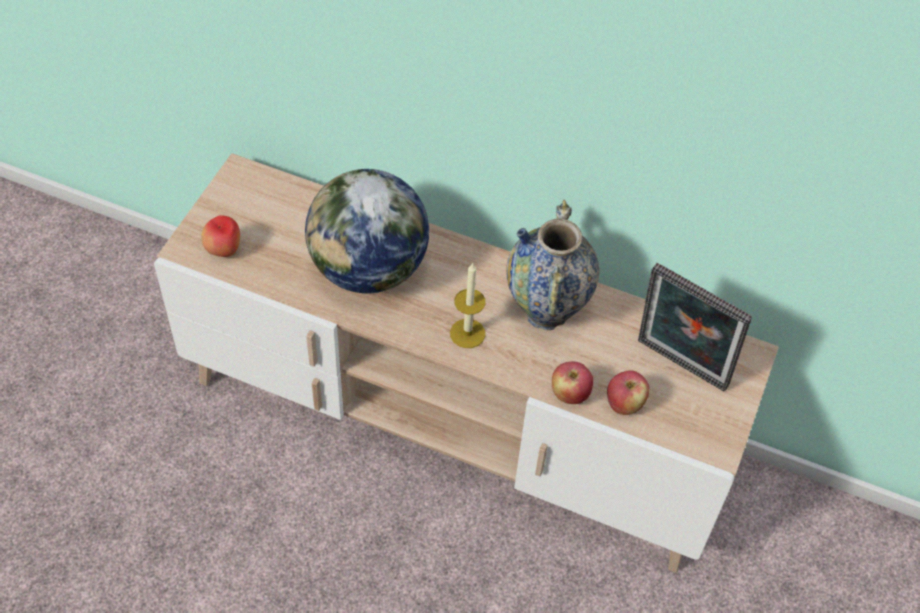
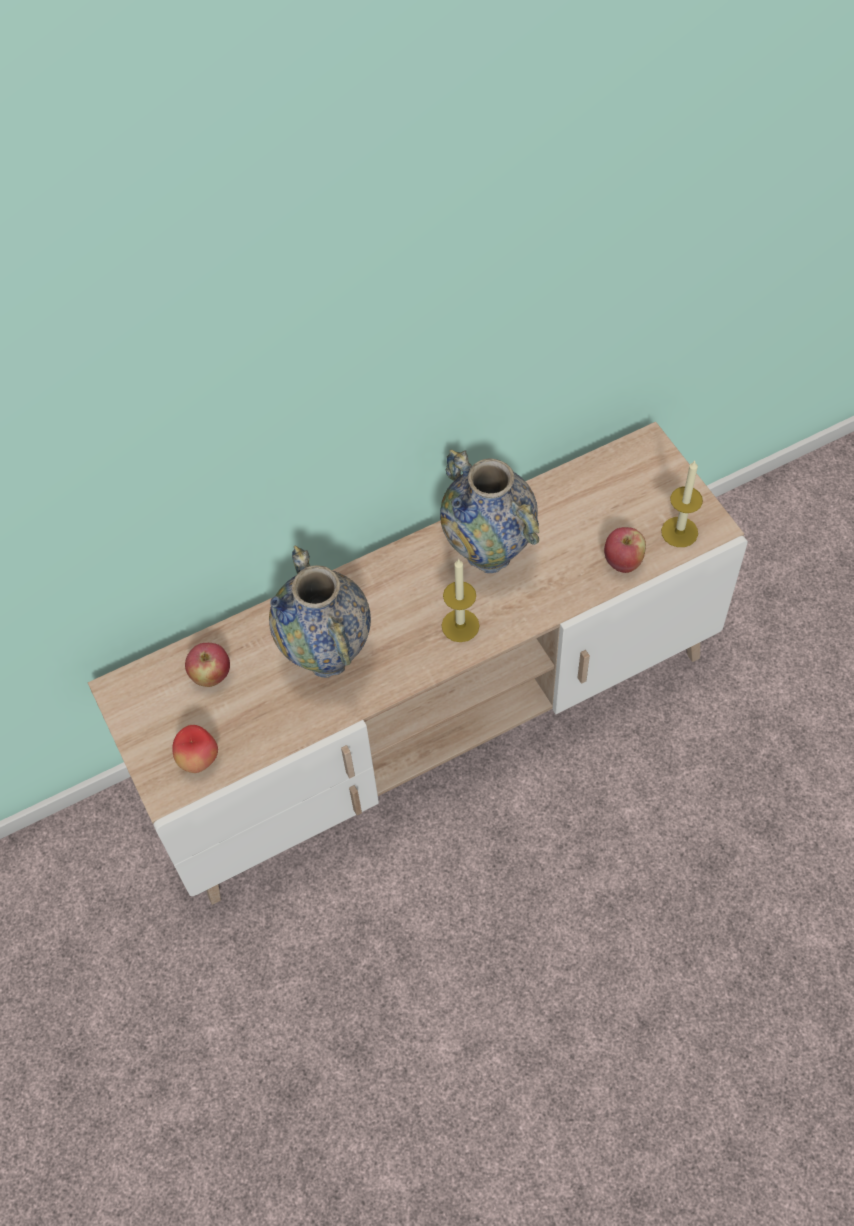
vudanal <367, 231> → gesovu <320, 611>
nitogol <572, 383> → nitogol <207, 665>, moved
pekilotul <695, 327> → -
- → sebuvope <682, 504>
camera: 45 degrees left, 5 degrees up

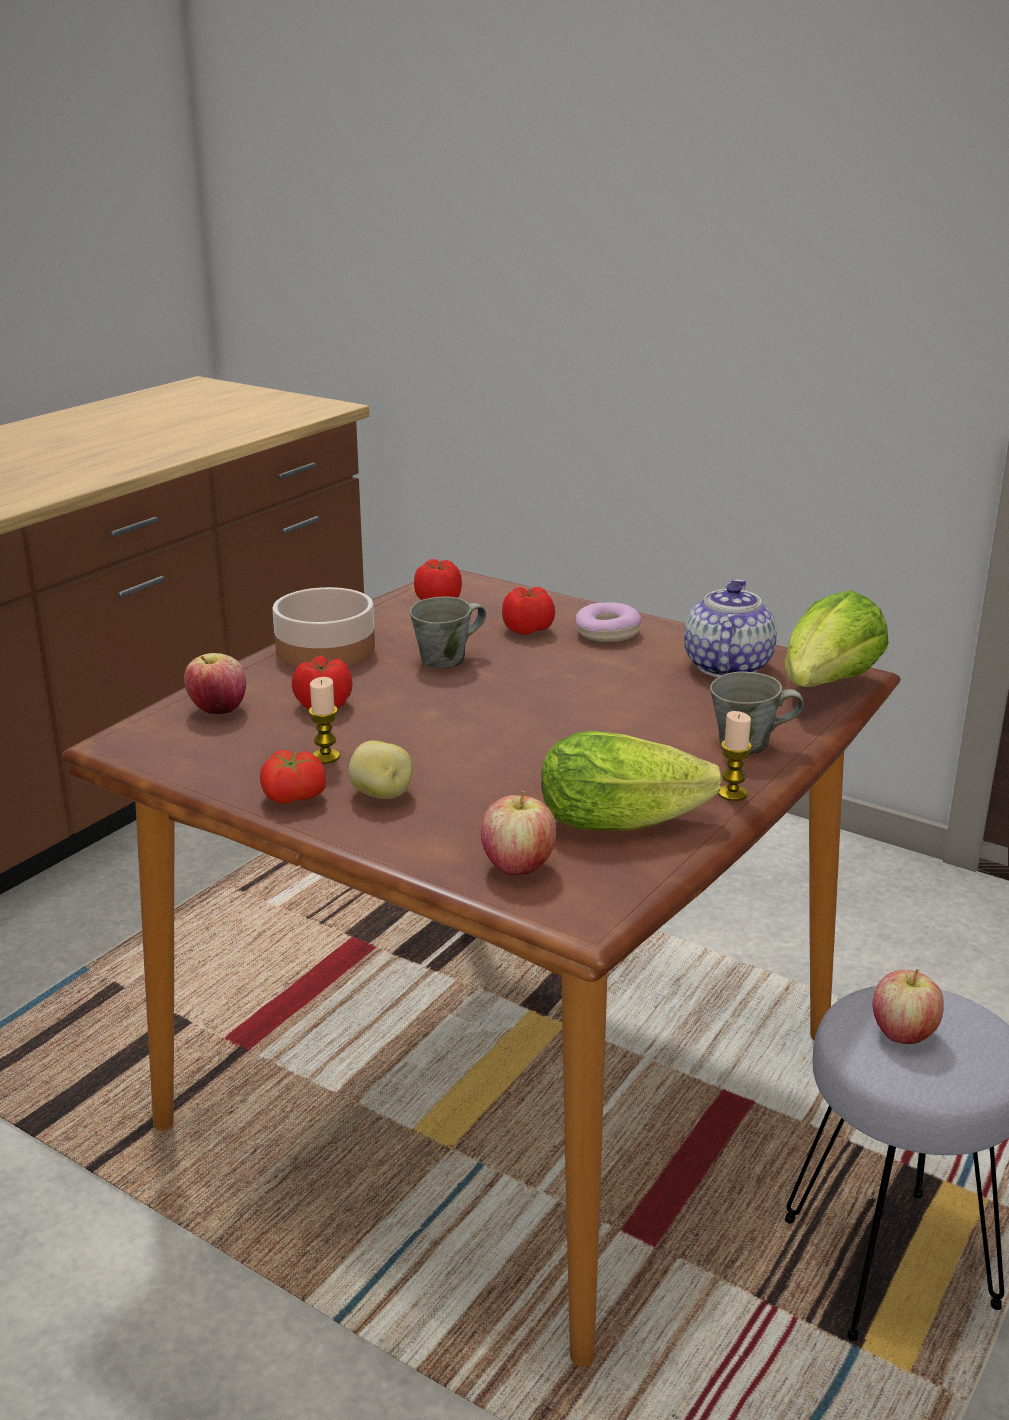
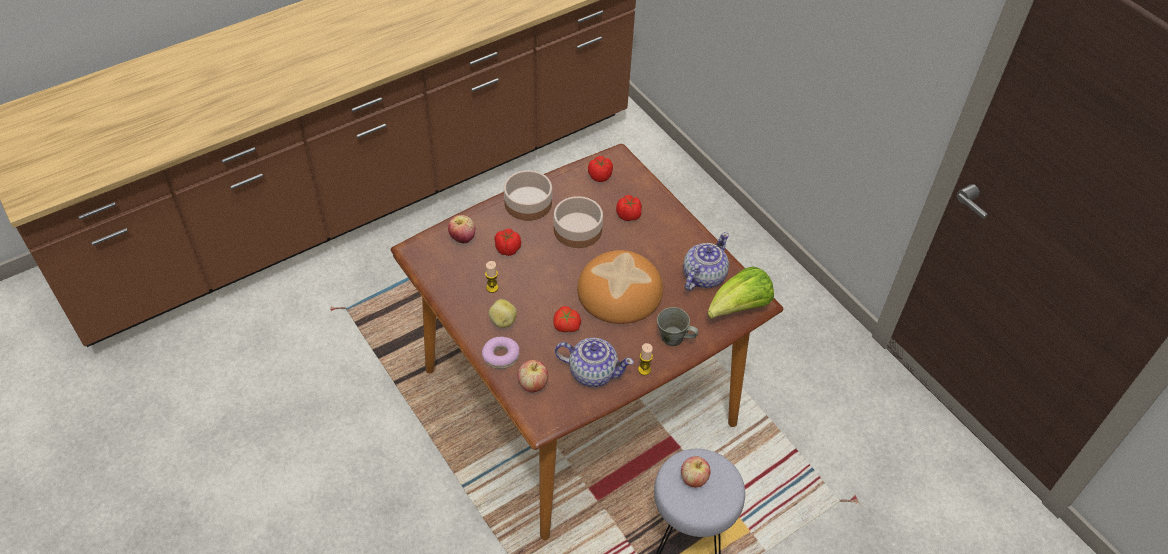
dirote <293, 777> → dirote <567, 319>, moved
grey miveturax <448, 632> → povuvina <578, 222>
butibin <631, 781> → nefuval <594, 362>
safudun <608, 622> → safudun <500, 353>, moved
- → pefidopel <620, 287>
camera: 20 degrees right, 25 degrees up

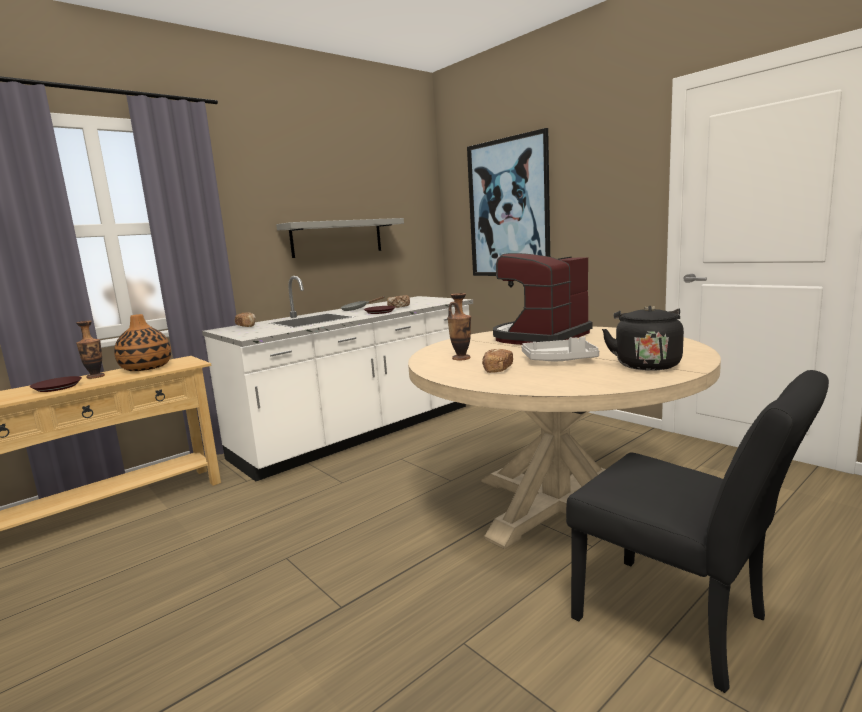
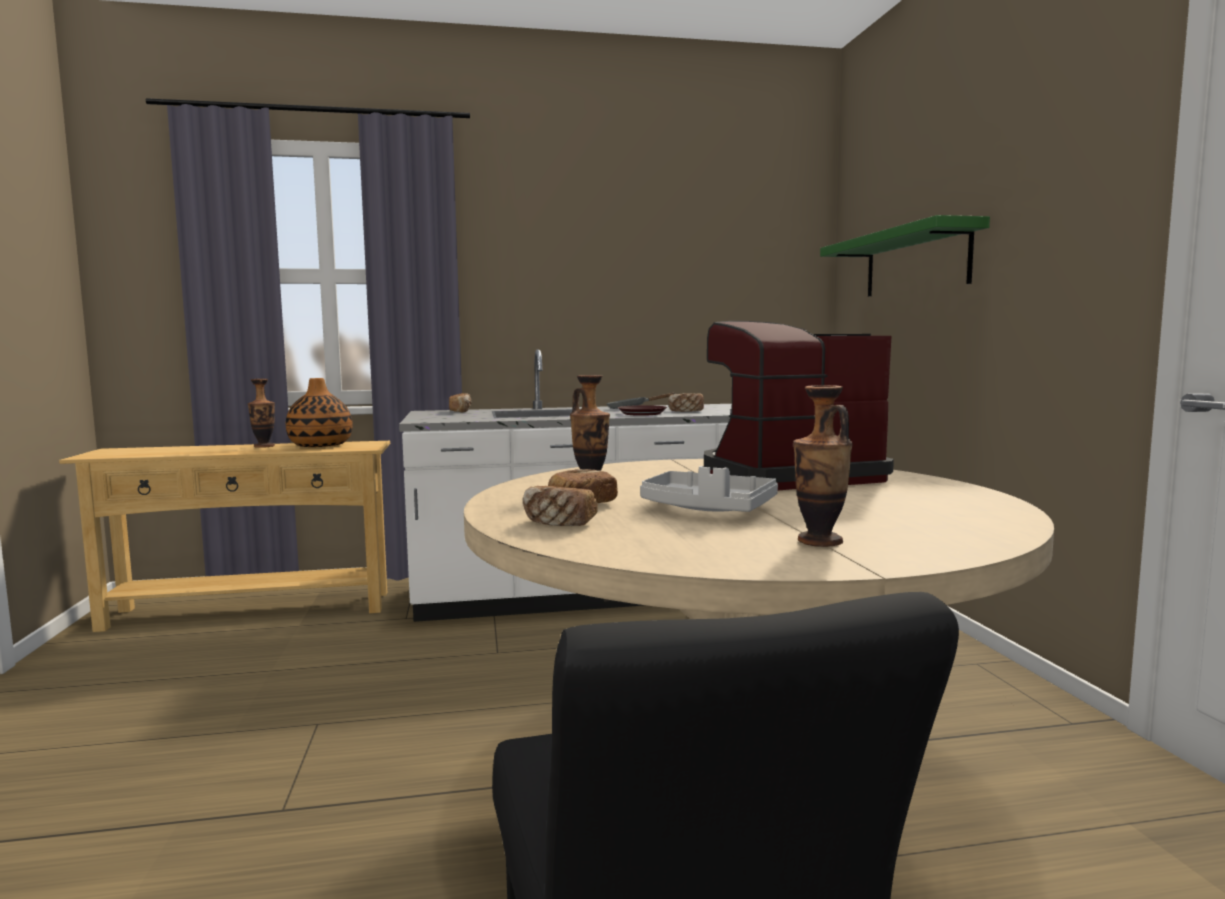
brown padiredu <56, 384> → -
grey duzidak <340, 238> → -
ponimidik <508, 202> → green duzidak <905, 256>
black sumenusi <643, 338> → gesovu <823, 466>
- → pefidopel <560, 506>
camera: 30 degrees right, 5 degrees down

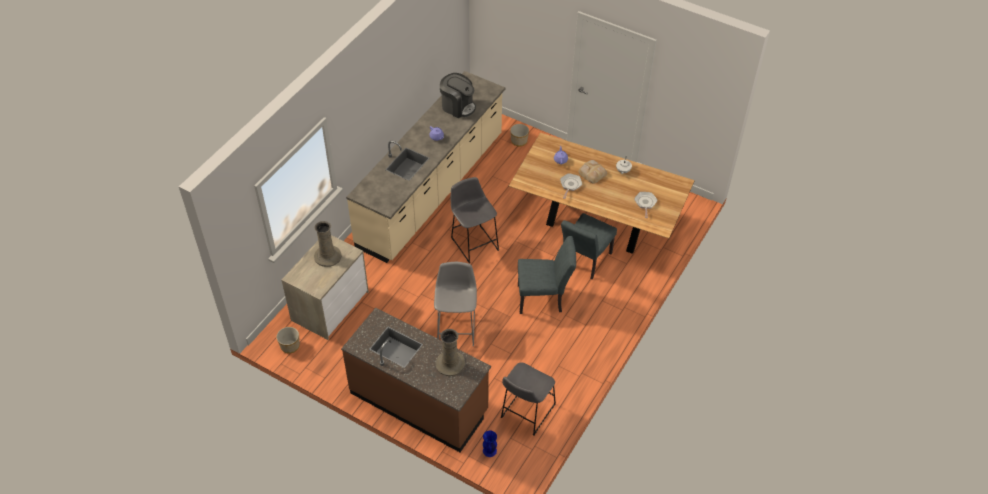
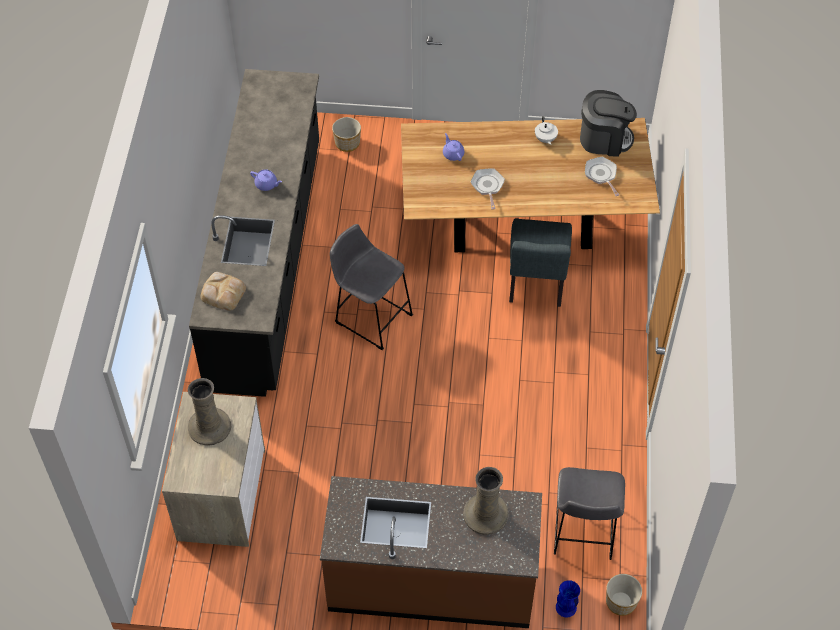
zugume <288, 340> → zugume <624, 595>, moved
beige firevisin <425, 167> → black firevisin <254, 233>
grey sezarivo <455, 304> → -
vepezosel <458, 95> → vepezosel <608, 123>, moved
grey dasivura <547, 275> → -
pefidopel <592, 172> → pefidopel <223, 291>, moved
camera: 25 degrees left, 5 degrees up

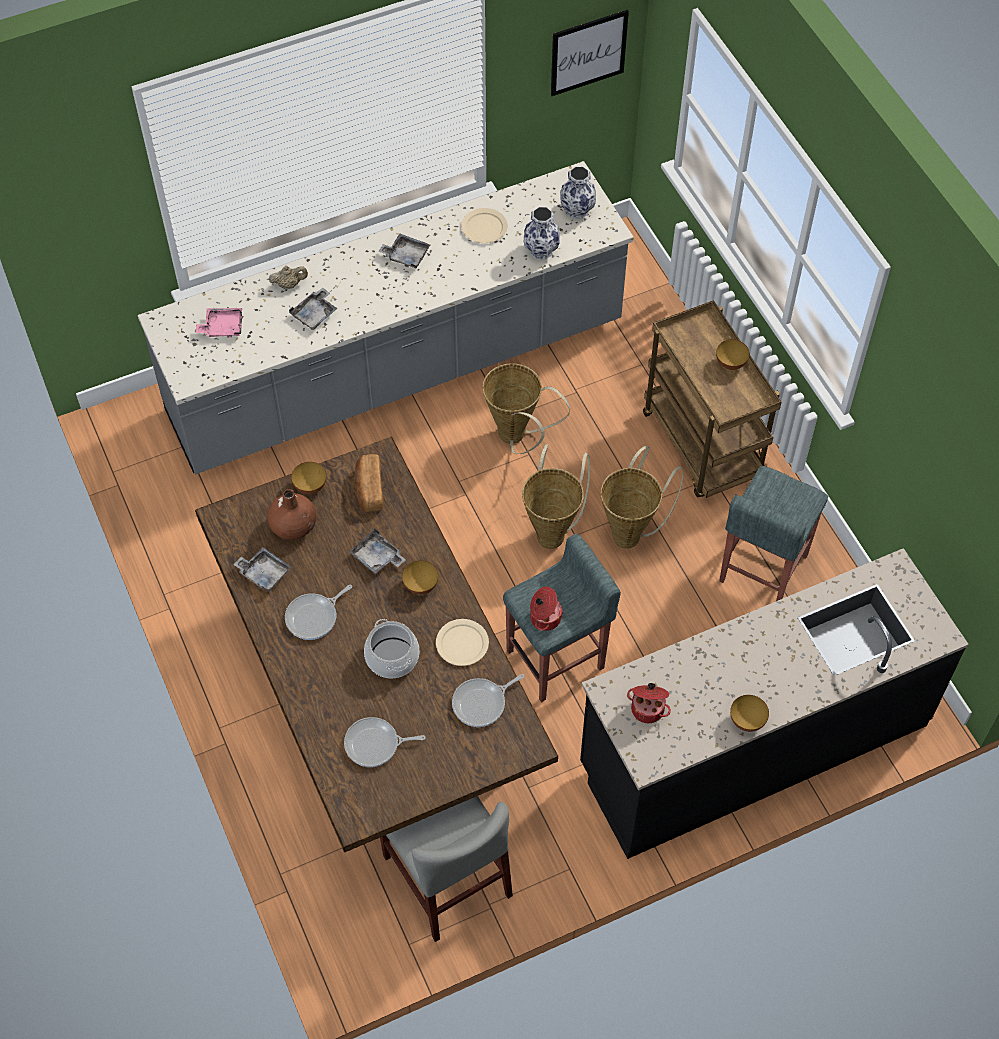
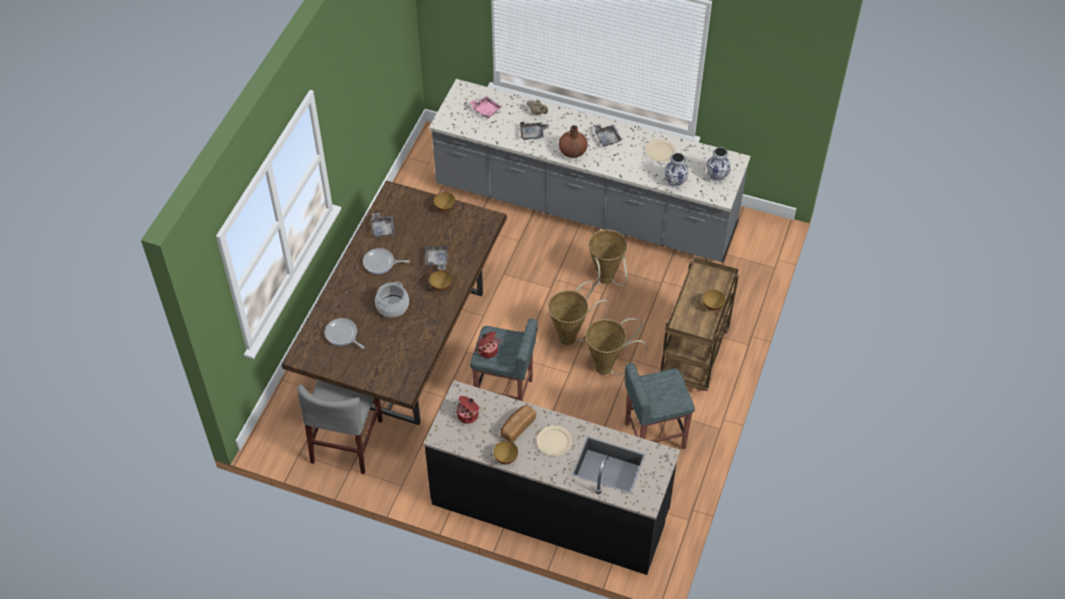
brown gesovu <292, 514> → brown gesovu <573, 141>, moved
pefidopel <369, 483> → pefidopel <518, 423>, moved
beige padiredu <462, 642> → beige padiredu <554, 440>, moved
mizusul <488, 700> → -
ponimidik <590, 53> → -
camera: 45 degrees right, 5 degrees down

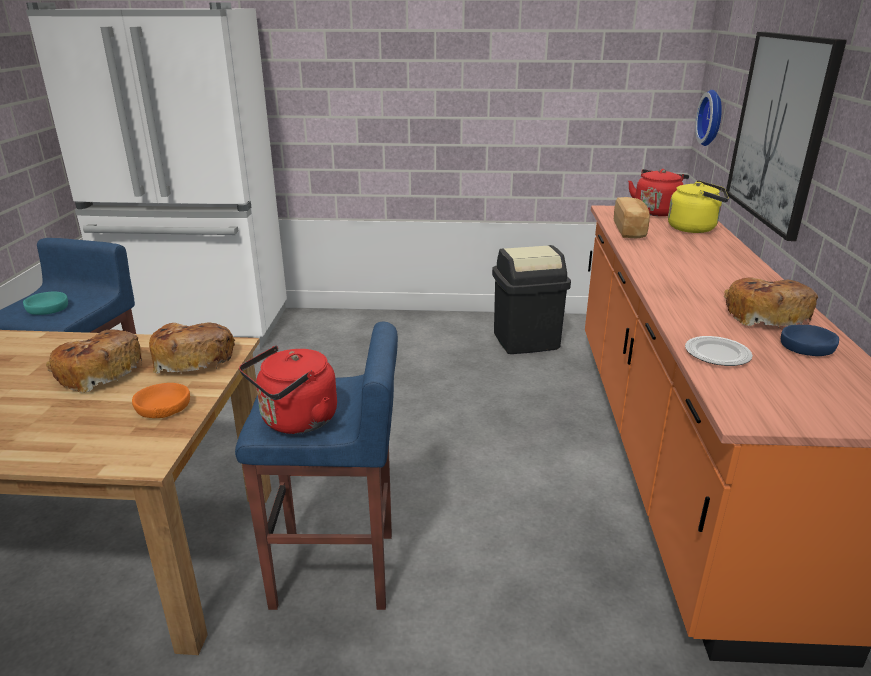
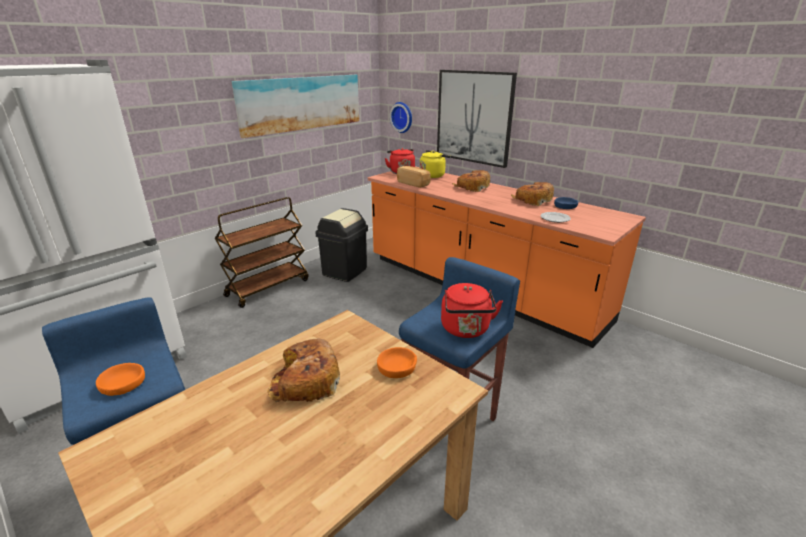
turquoise povuvina <45, 303> → orange povuvina <120, 379>
pefidopel <192, 348> → pefidopel <471, 181>, moved
- → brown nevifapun <262, 252>
- → ponimidik <295, 106>
camera: 50 degrees left, 0 degrees up

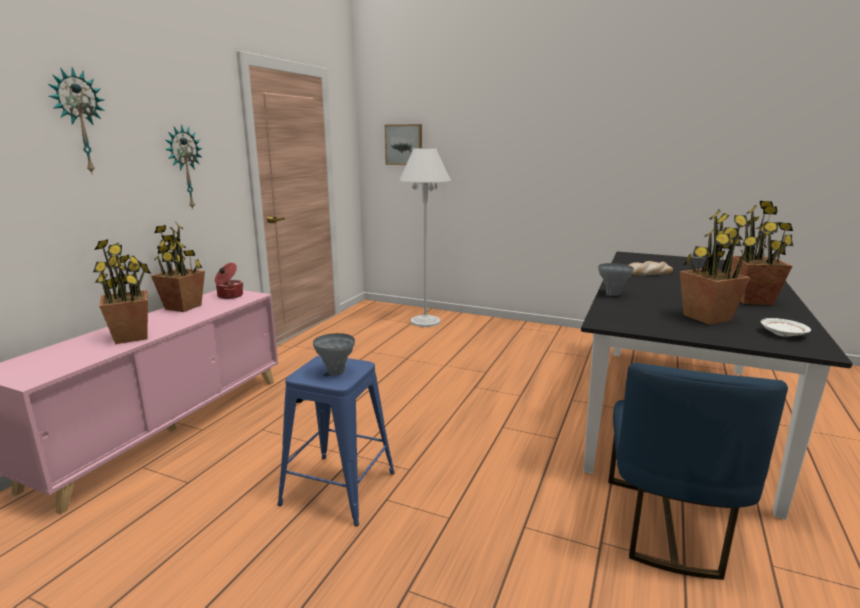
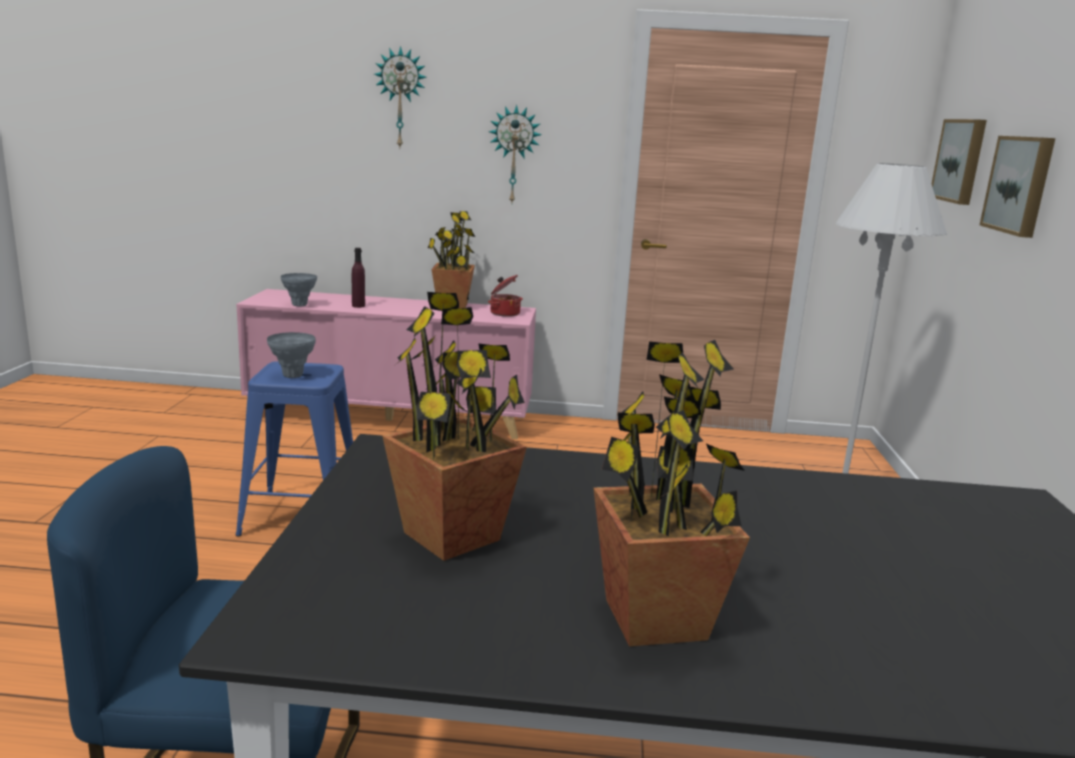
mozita <122, 291> → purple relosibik <358, 278>
grey gesovu <616, 279> → grey gesovu <299, 289>, moved
pefidopel <651, 268> → -
white padiredu <786, 327> → -
- → ponimidik <1017, 187>
camera: 70 degrees right, 0 degrees up

